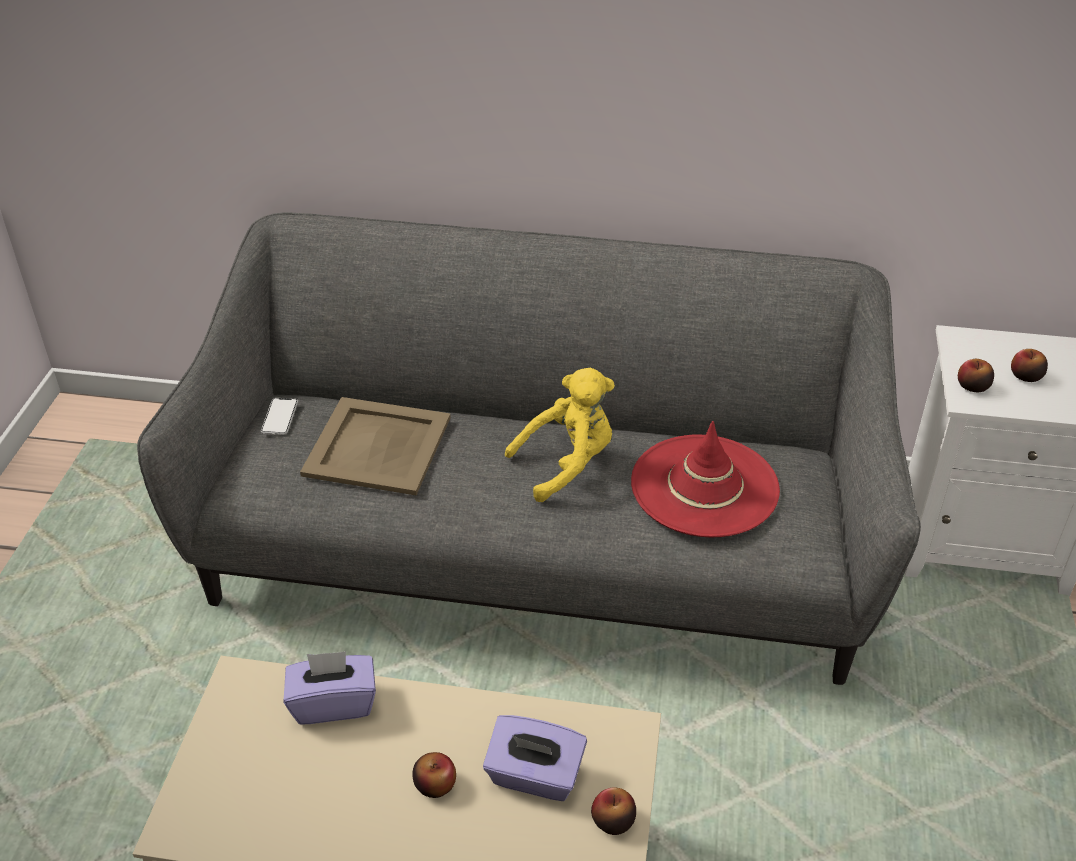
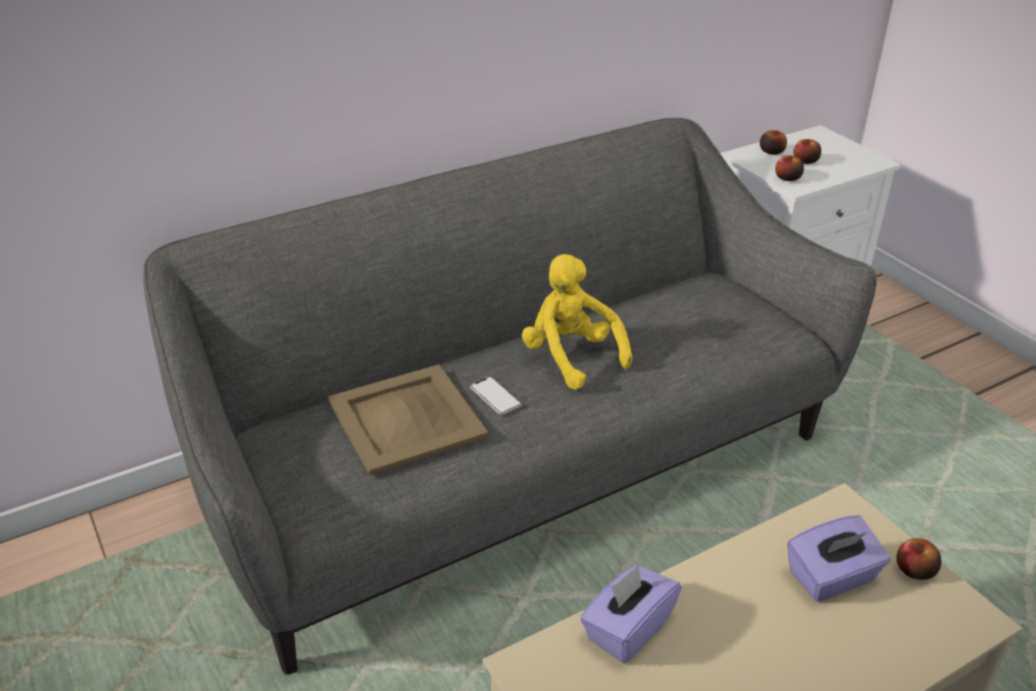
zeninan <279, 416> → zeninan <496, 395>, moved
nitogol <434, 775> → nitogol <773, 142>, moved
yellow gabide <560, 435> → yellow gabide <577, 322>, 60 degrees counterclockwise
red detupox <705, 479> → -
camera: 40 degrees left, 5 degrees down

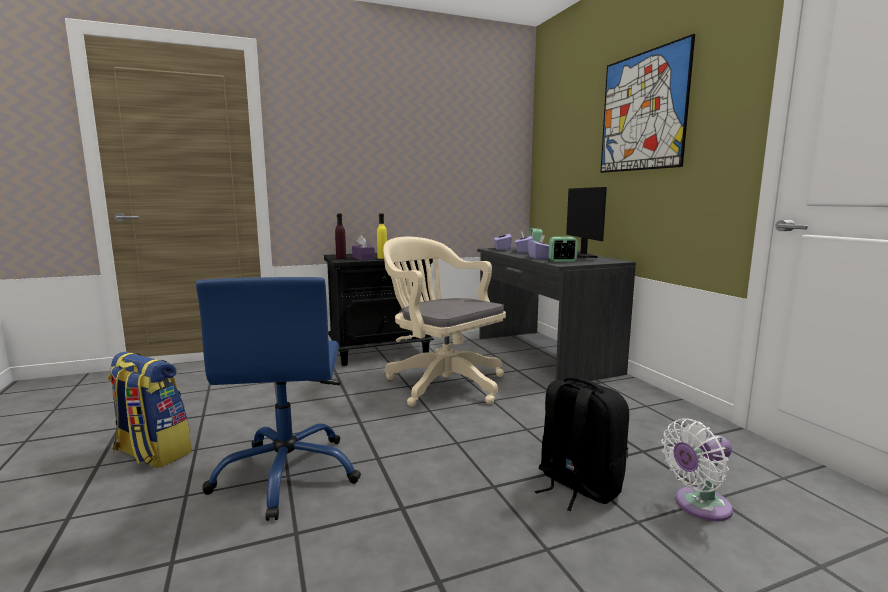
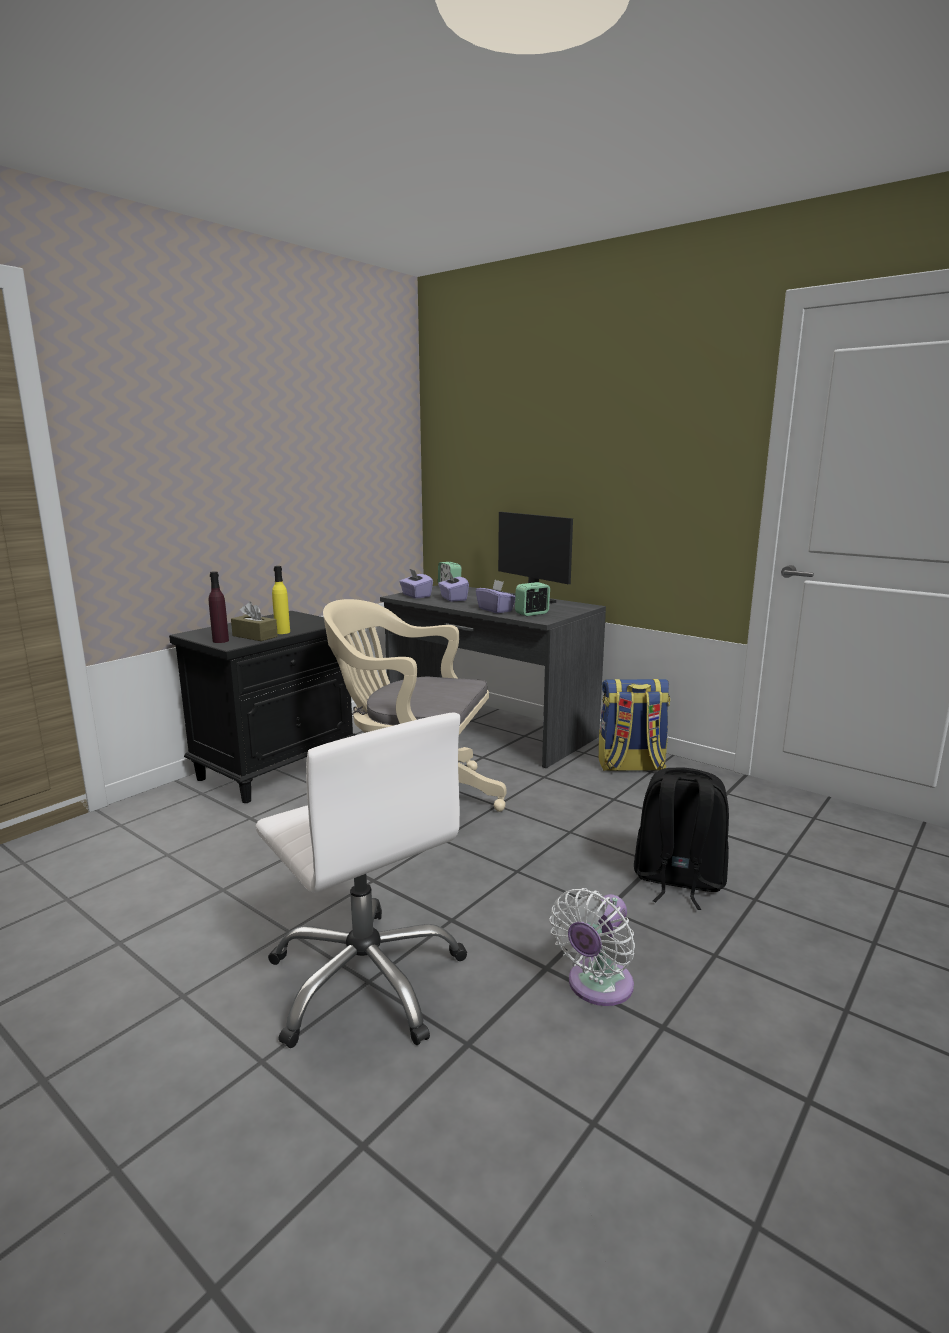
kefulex <150, 410> → kefulex <634, 725>, moved
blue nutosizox <278, 399> → white nutosizox <361, 880>
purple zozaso <363, 247> → brown zozaso <254, 621>
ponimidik <647, 103> → -
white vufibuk <697, 469> → white vufibuk <592, 947>, moved
camera: 30 degrees left, 5 degrees up

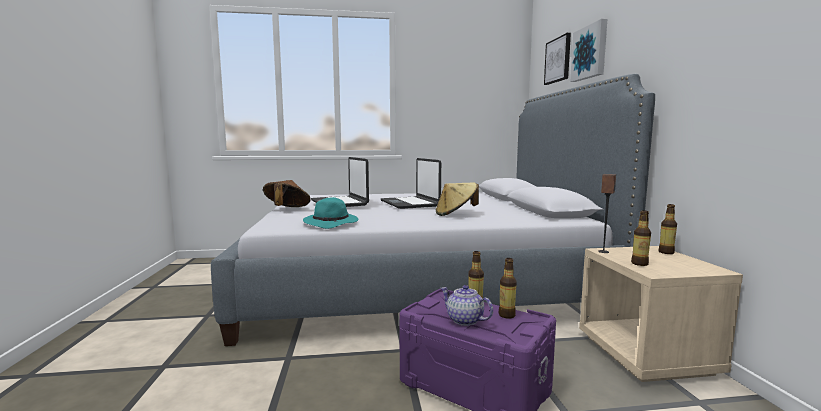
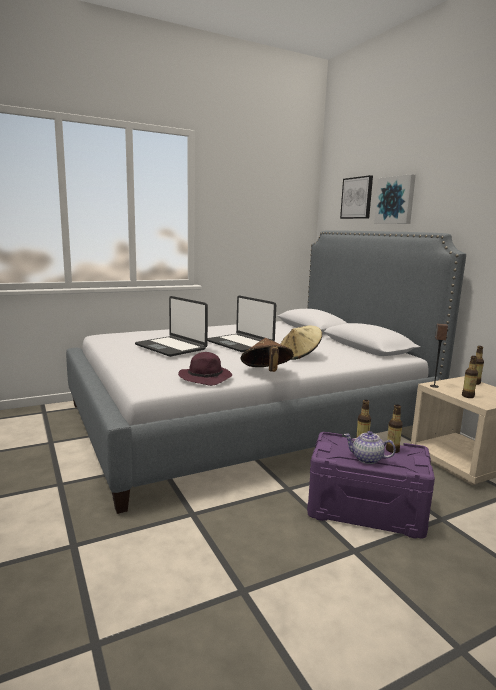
brown detupox <287, 193> → brown detupox <267, 355>, moved
turquoise detupox <330, 213> → purple detupox <205, 369>
camera: 20 degrees left, 5 degrees up

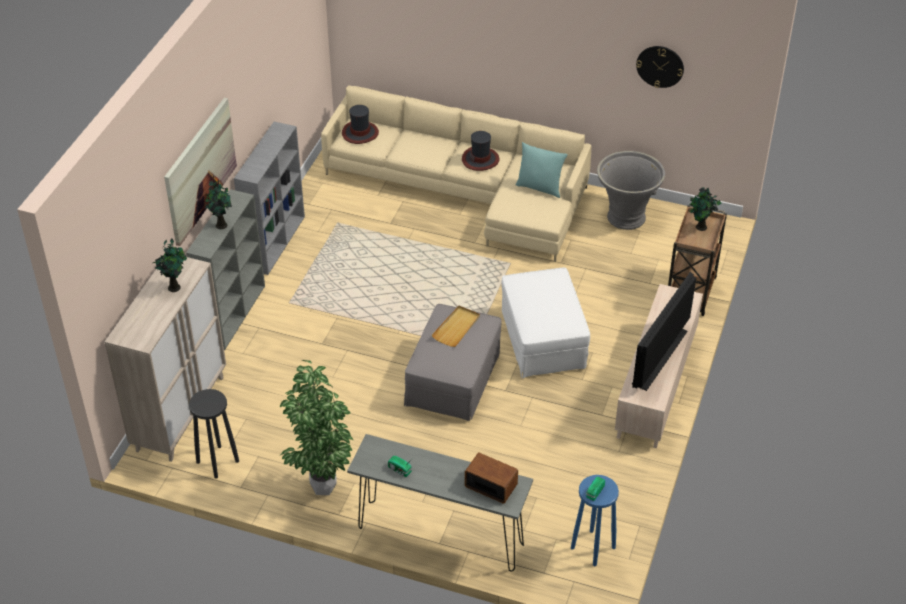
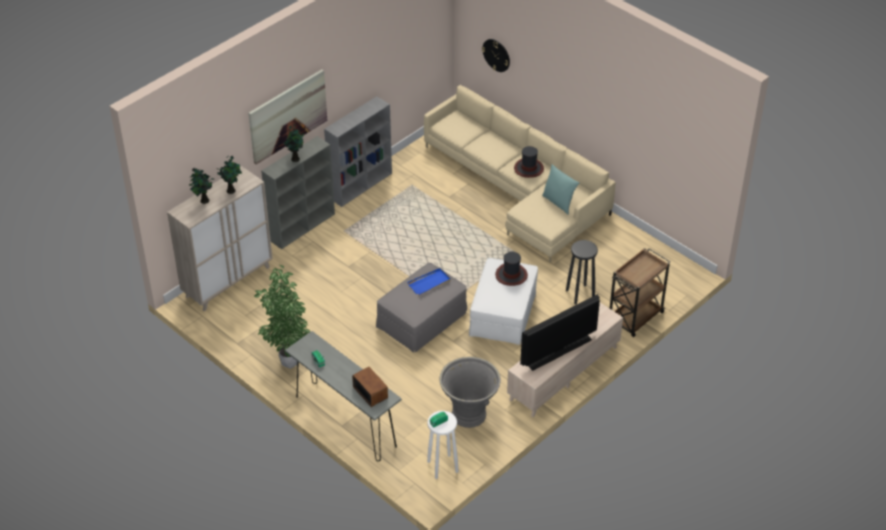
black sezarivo <214, 434> → black sezarivo <582, 272>, moved
detupox <360, 124> → detupox <511, 269>, moved
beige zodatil <456, 326> → blue zodatil <429, 281>
blue sezarivo <595, 520> → white sezarivo <443, 445>
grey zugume <631, 190> → grey zugume <470, 392>, moved
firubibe <660, 67> → firubibe <496, 55>, moved
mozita <705, 209> → mozita <201, 186>, moved
camera: 25 degrees right, 0 degrees up

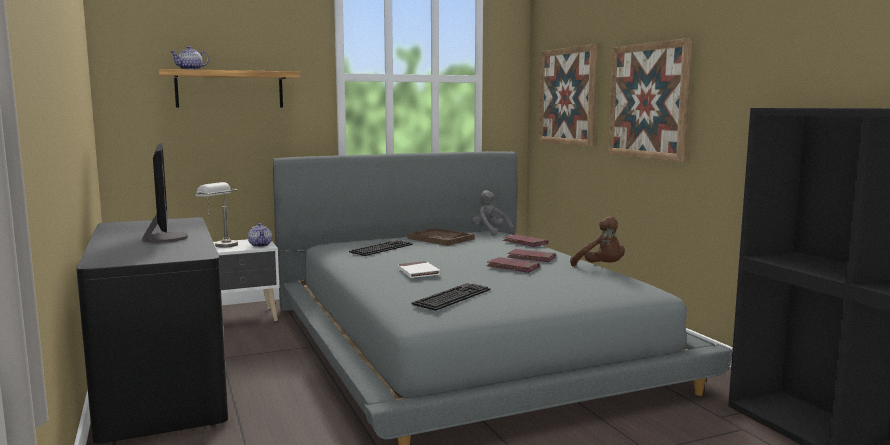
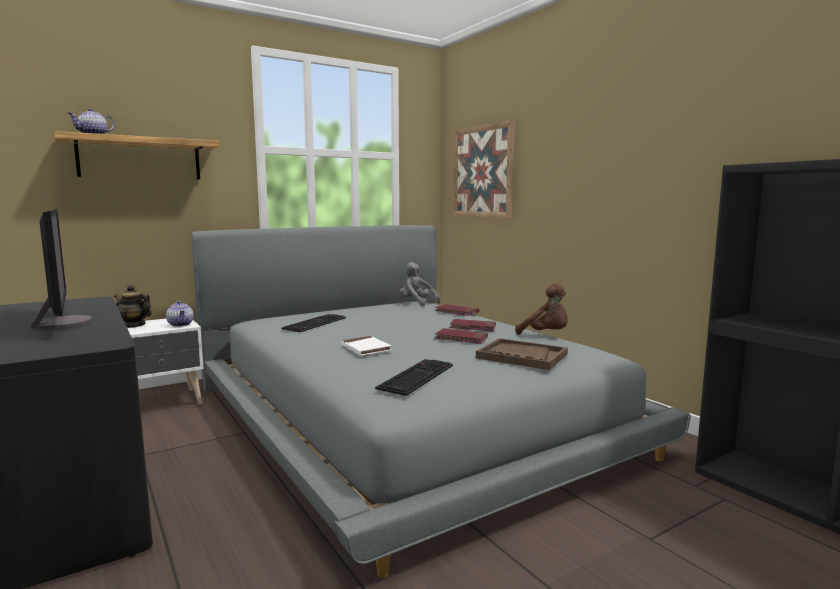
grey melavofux <217, 215> → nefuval <133, 306>
brown zodatil <441, 237> → brown zodatil <522, 354>, moved
ponimidik <650, 100> → -
camera: 10 degrees left, 0 degrees up

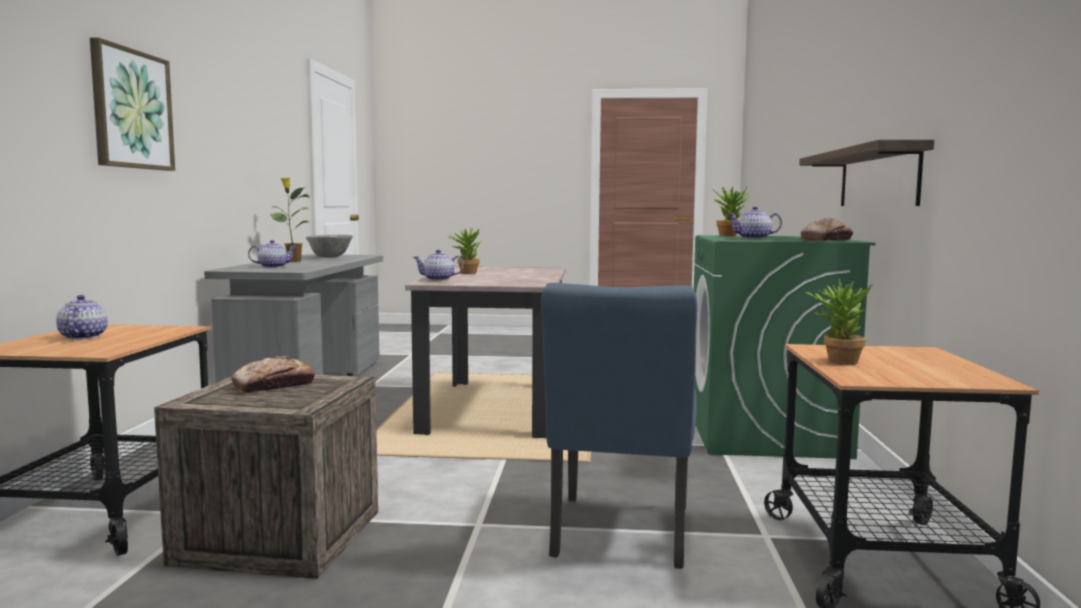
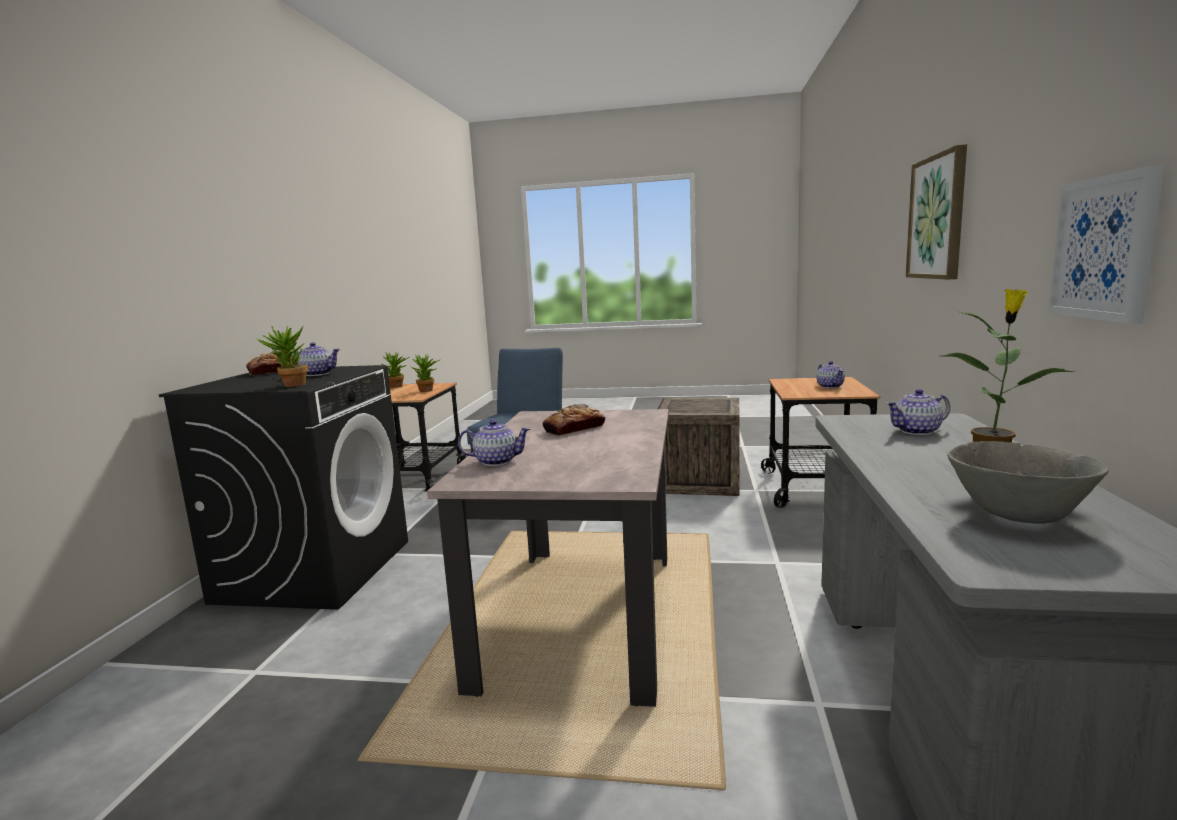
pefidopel <273, 374> → pefidopel <574, 420>, moved
nefuval <438, 265> → nefuval <494, 443>, moved
mozita <464, 250> → mozita <396, 370>, moved
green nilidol <785, 347> → black nilidol <283, 487>
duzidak <866, 173> → -
- → ponimidik <1106, 244>
camera: 175 degrees left, 5 degrees up

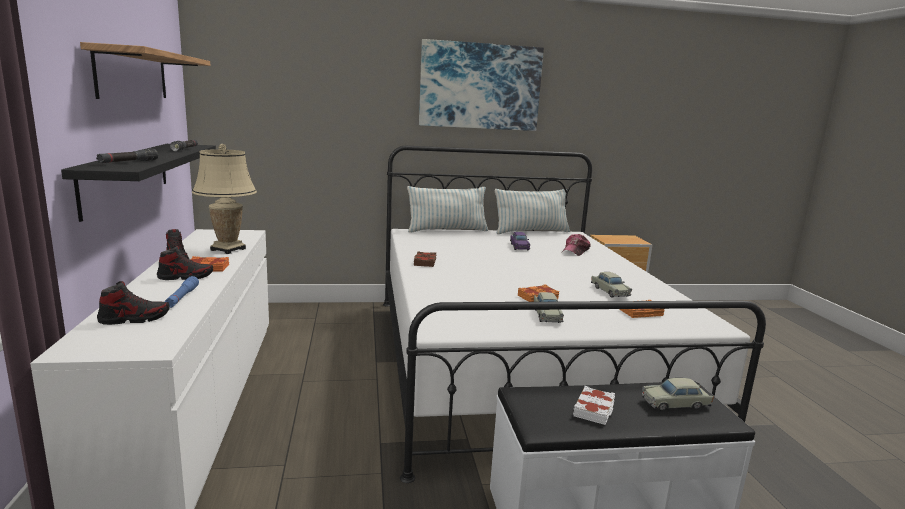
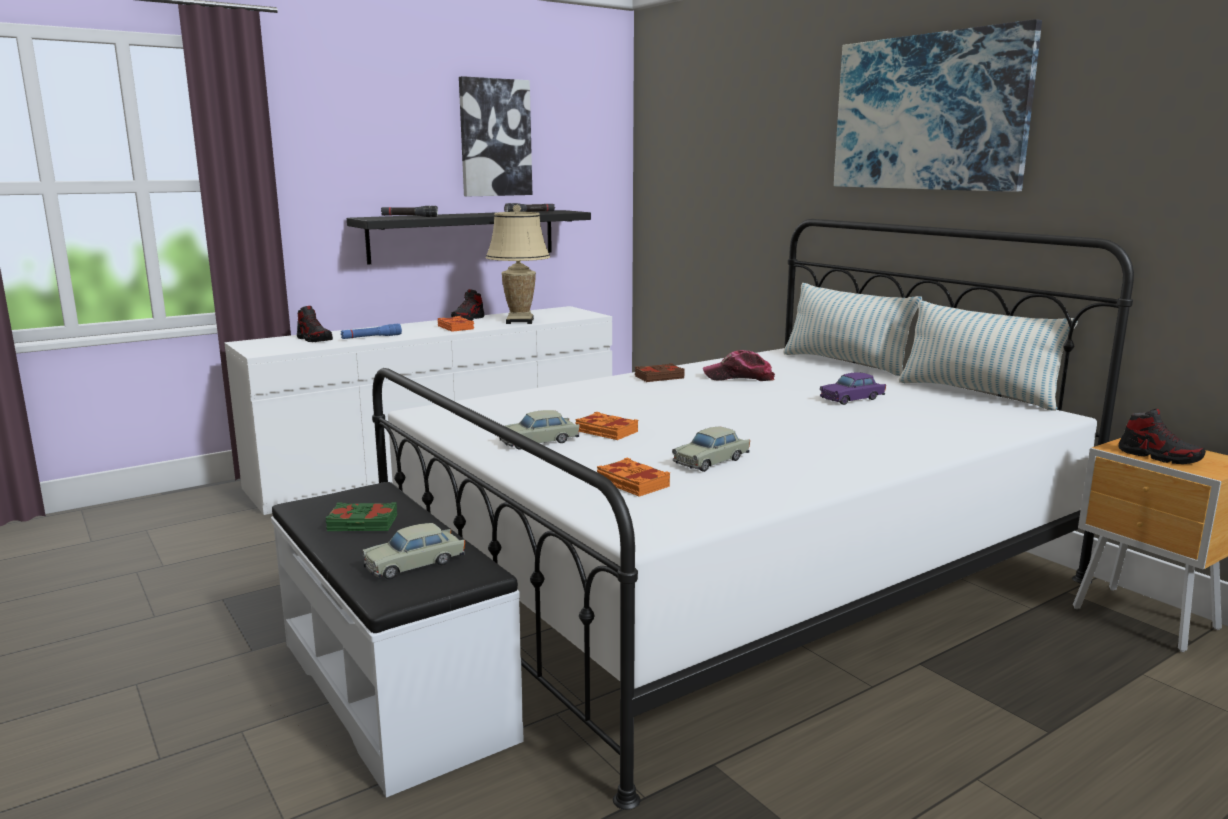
duzidak <145, 70> → ponimidik <495, 136>
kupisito <185, 263> → kupisito <1162, 436>, moved
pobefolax <576, 245> → pobefolax <739, 365>, moved
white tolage <594, 405> → green tolage <361, 516>
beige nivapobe <678, 394> → beige nivapobe <413, 551>, 90 degrees counterclockwise
camera: 65 degrees right, 0 degrees up

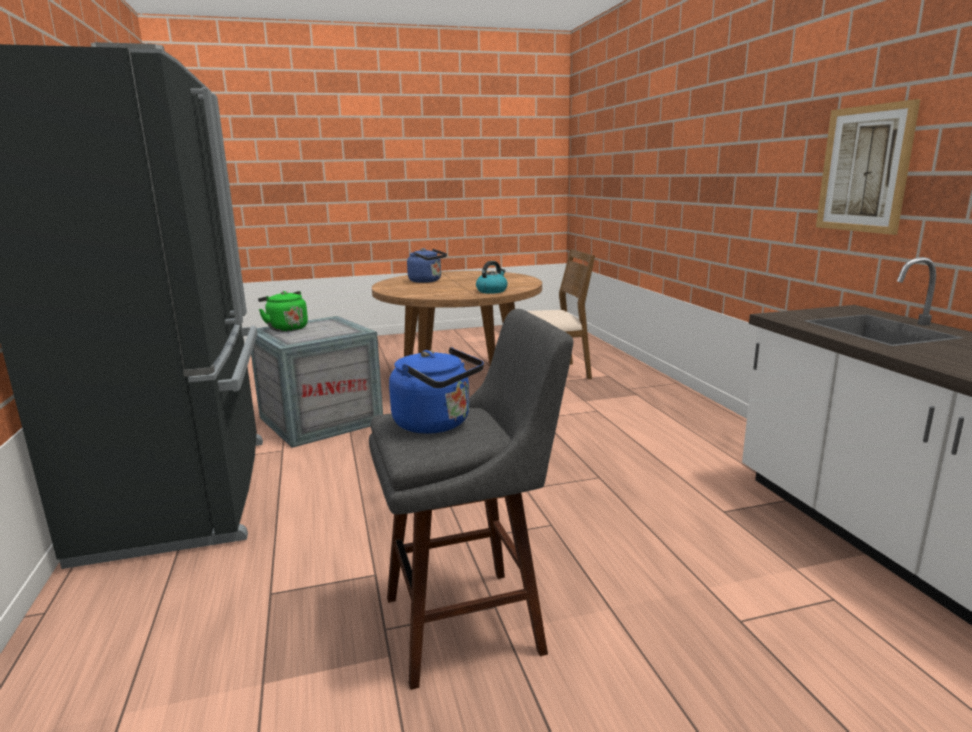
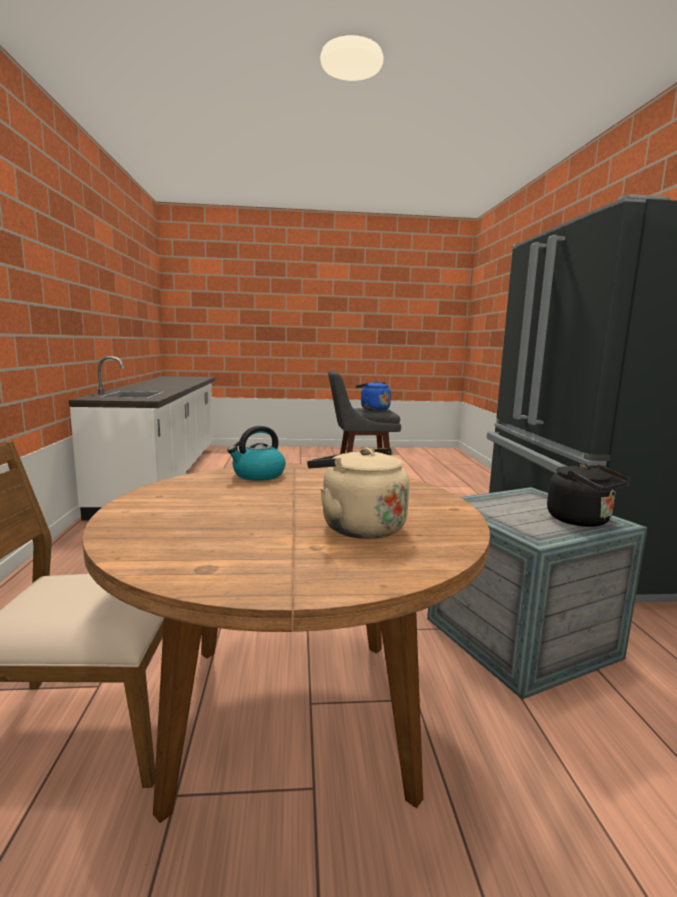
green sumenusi <283, 311> → black sumenusi <589, 495>
blue sumenusi <427, 265> → beige sumenusi <358, 493>
ponimidik <868, 167> → -
camera: 170 degrees left, 5 degrees down

